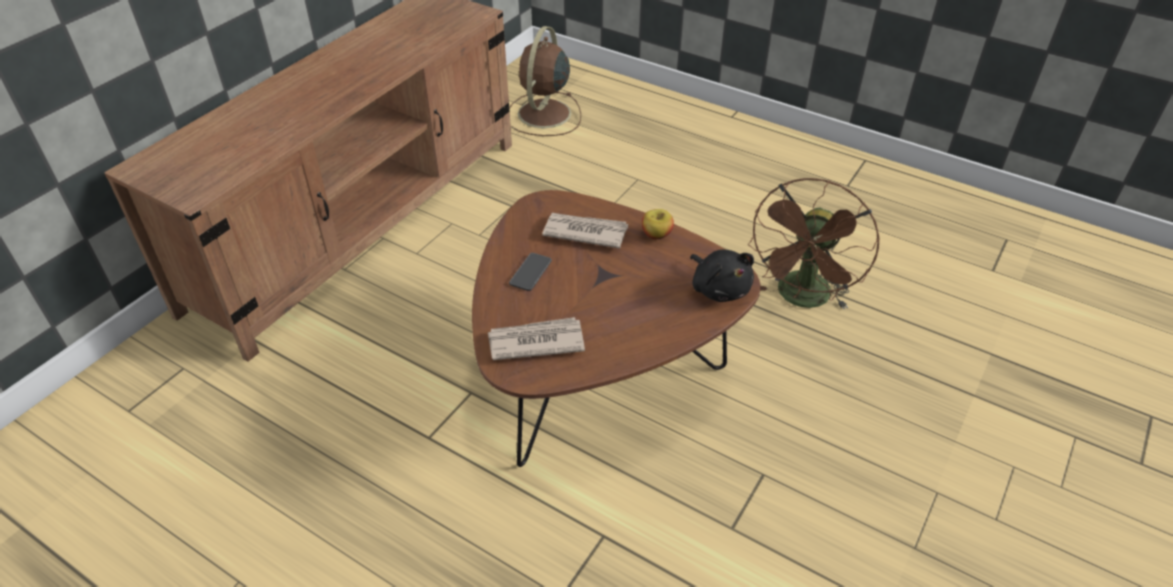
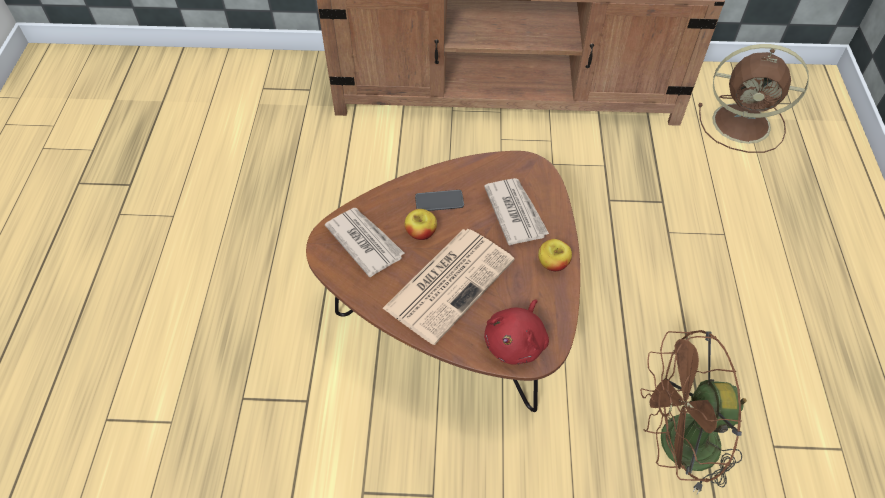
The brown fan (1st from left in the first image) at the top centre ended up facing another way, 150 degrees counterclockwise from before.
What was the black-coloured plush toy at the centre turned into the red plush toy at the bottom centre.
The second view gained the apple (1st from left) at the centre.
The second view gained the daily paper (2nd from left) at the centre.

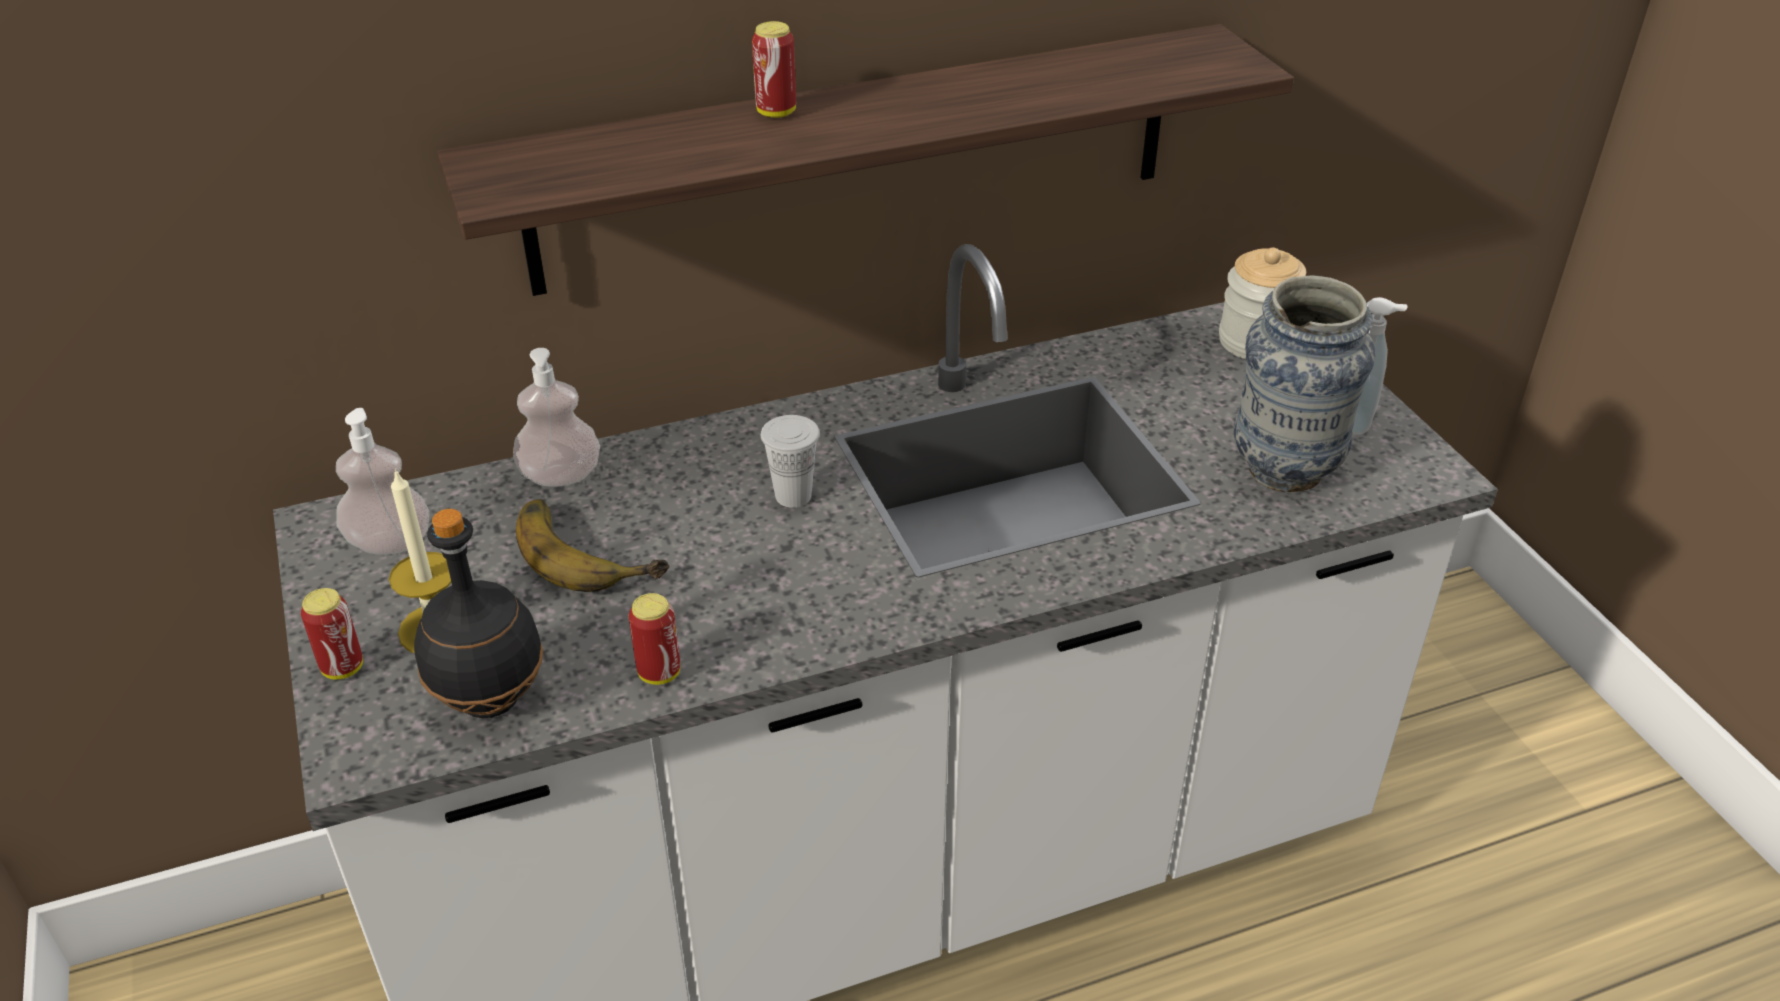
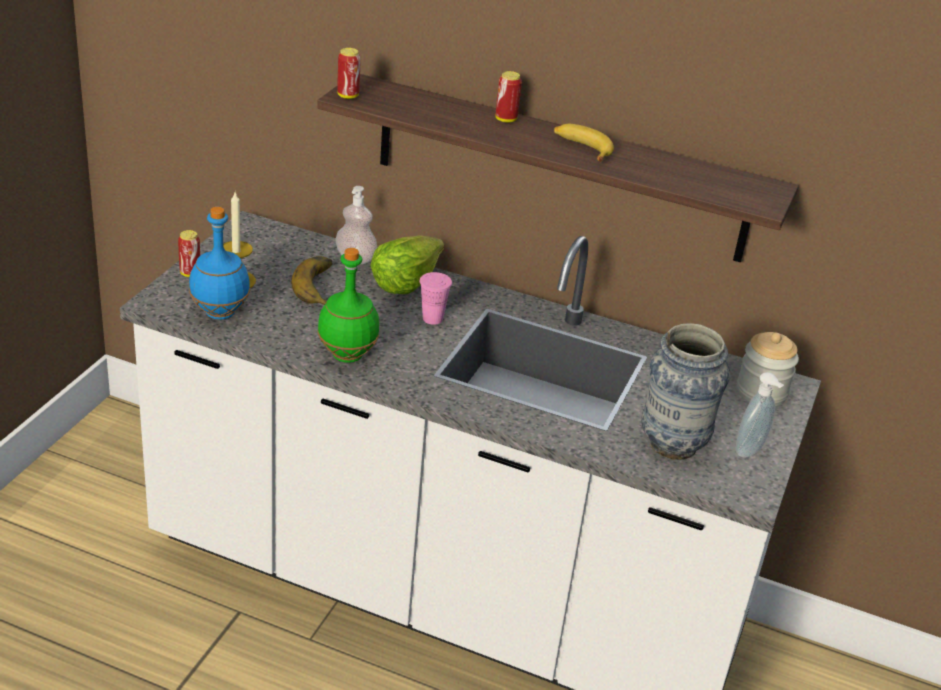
The second view lost the soap bottle (1st from left) at the middle left.
What was the white-coloured drinking cup at the centre turned into the pink drinking cup at the centre.
What was the black-coloured drink bottle at the middle left turned into the blue drink bottle at the middle left.
The sealed can (2nd from left) ended up elsewhere, having gone from the centre to the top centre.
The second view gained the banana (2nd from left) at the top centre.
The second view gained the lettuce at the centre.
The second view gained the greenish drink bottle at the centre.

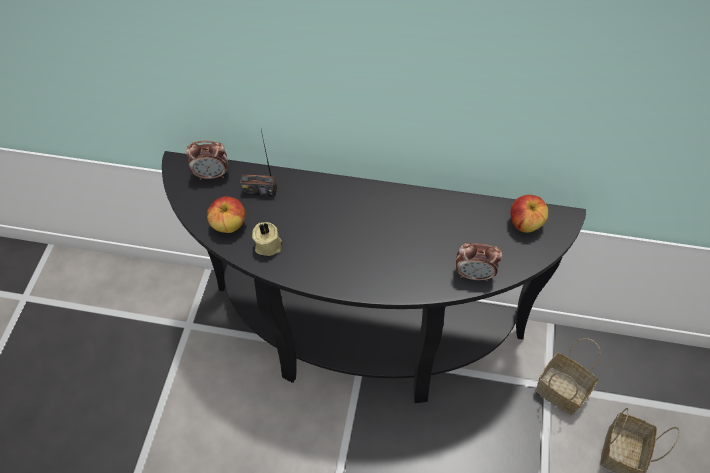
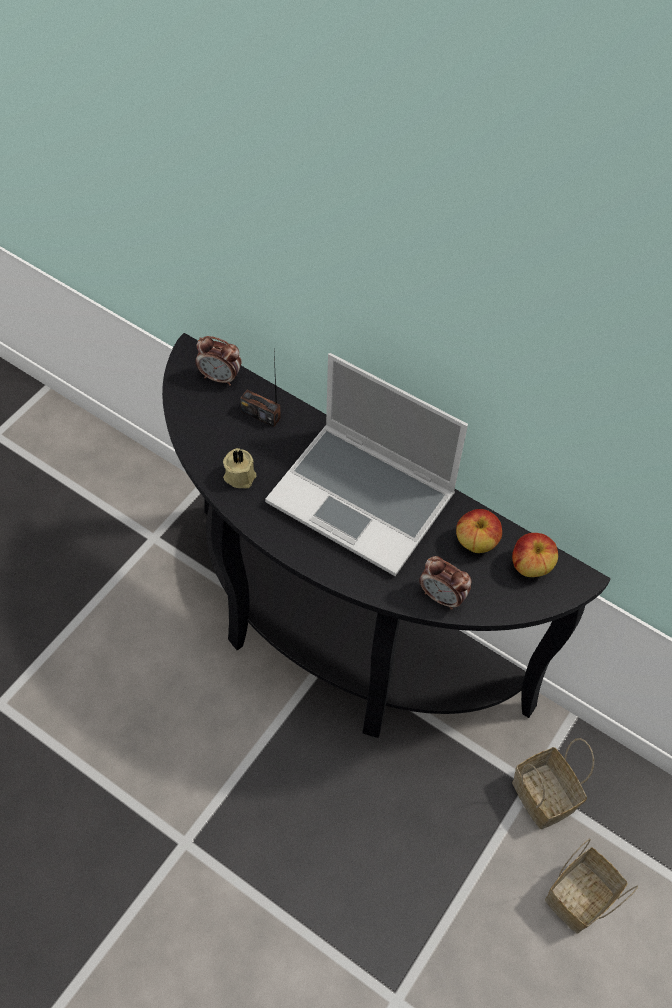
The apple (1st from left) ended up elsewhere, having gone from the middle left to the middle right.
The second view gained the notebook computer at the centre.

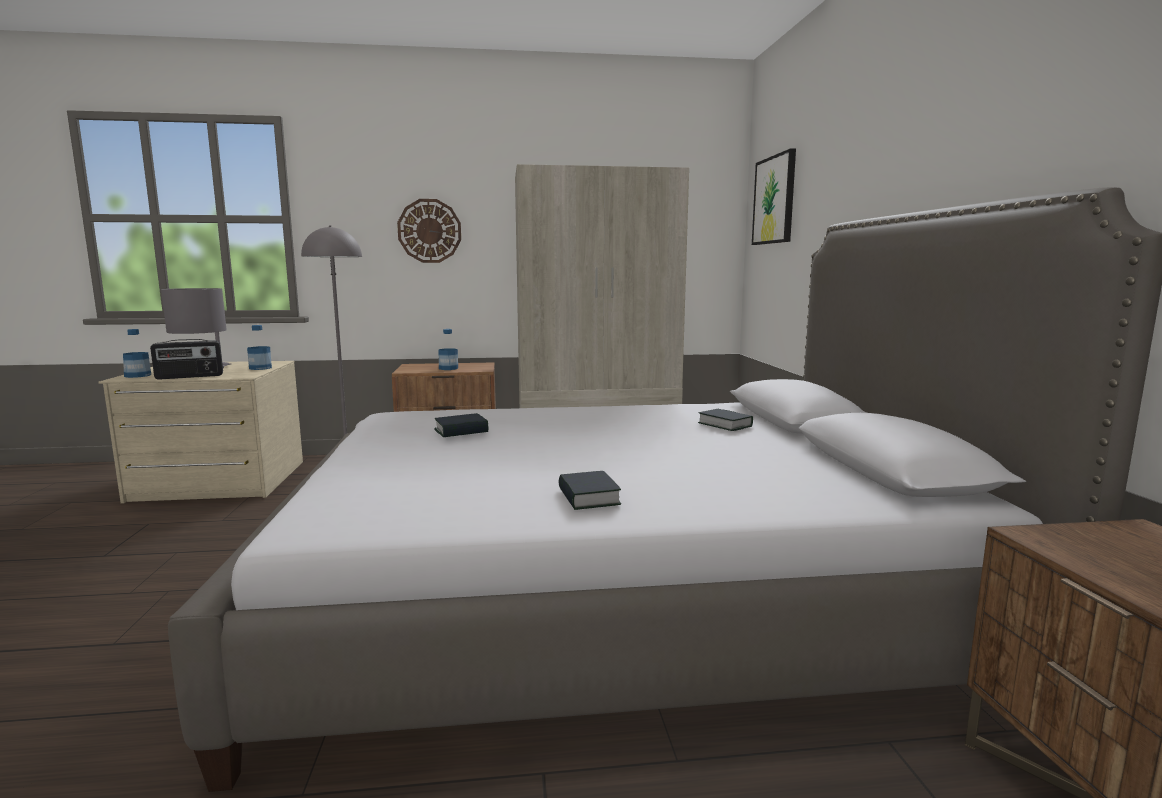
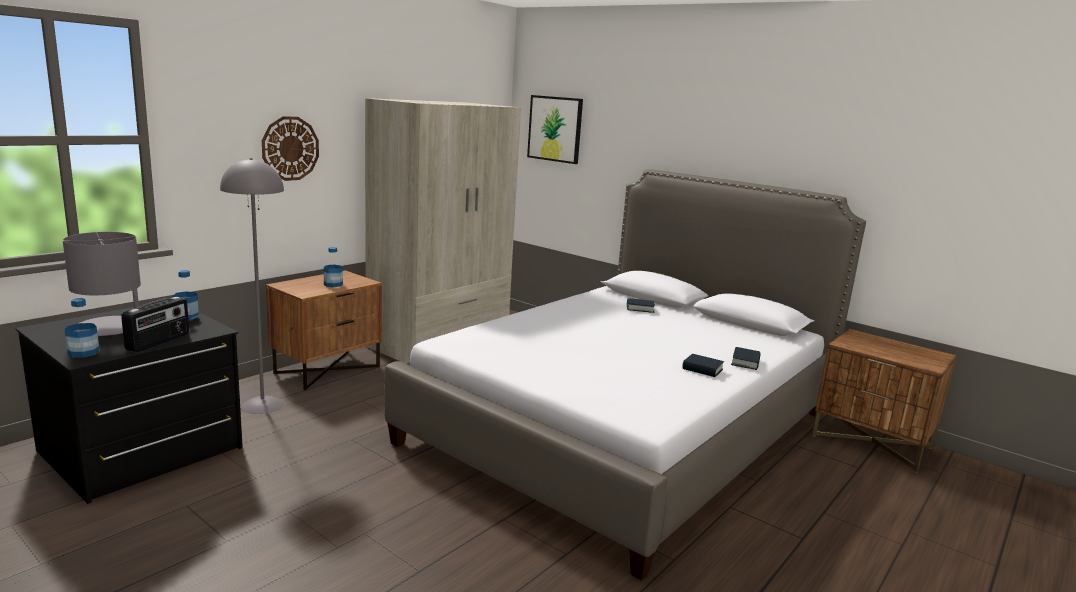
What was the sand-coloured dresser at the middle left turned into the black-coloured dresser at the bottom left.
The book (1st from left in the first image) ended up elsewhere, having gone from the centre to the middle right.

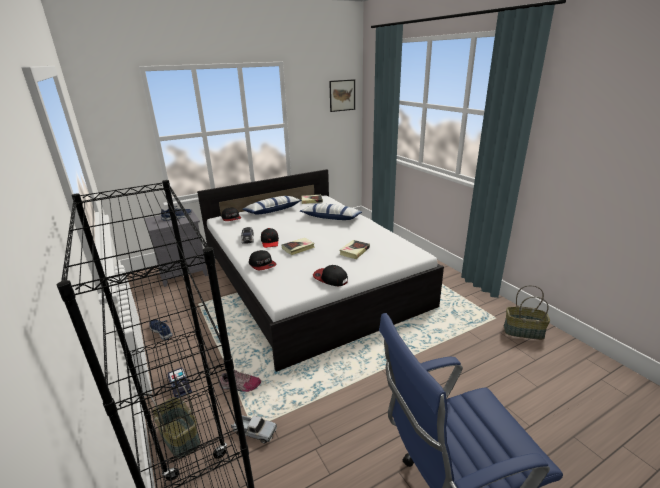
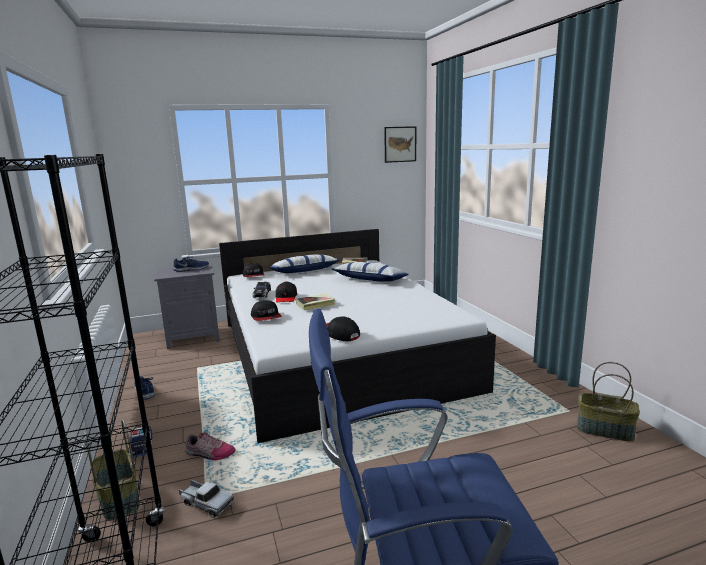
The second view lost the book (3rd from left) at the centre.

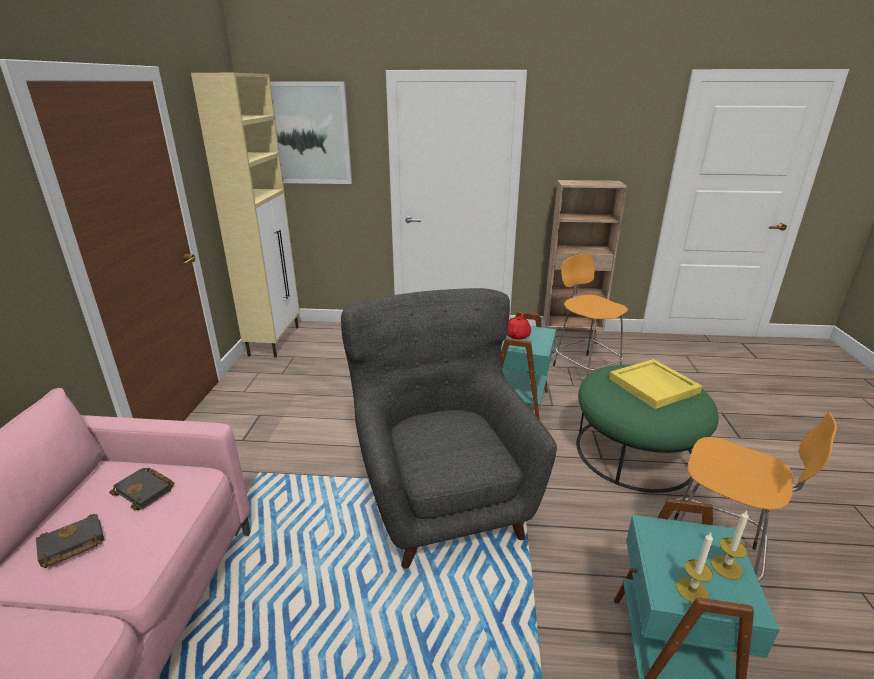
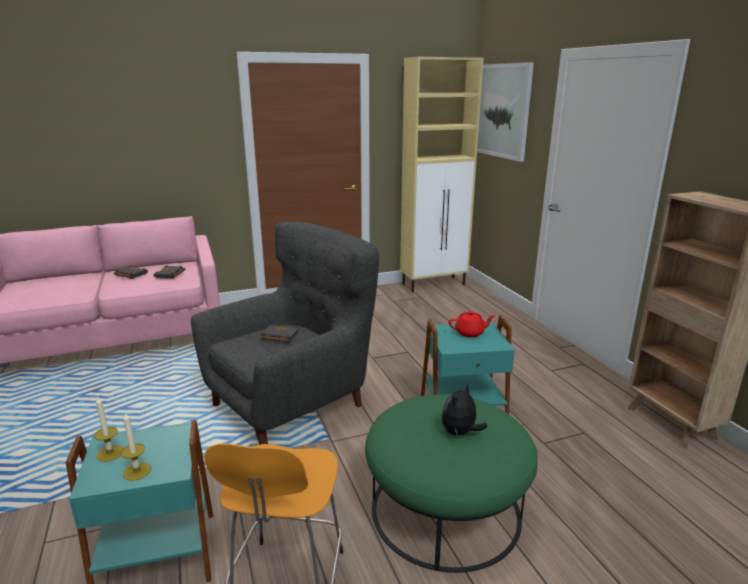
The second view lost the orangey sitting stool (1st from left) at the middle right.
Where the yellow-coloured tray stood at the middle right, the plush toy came to stand at the bottom centre.
The second view gained the black-coloured book (3rd from left) at the centre.

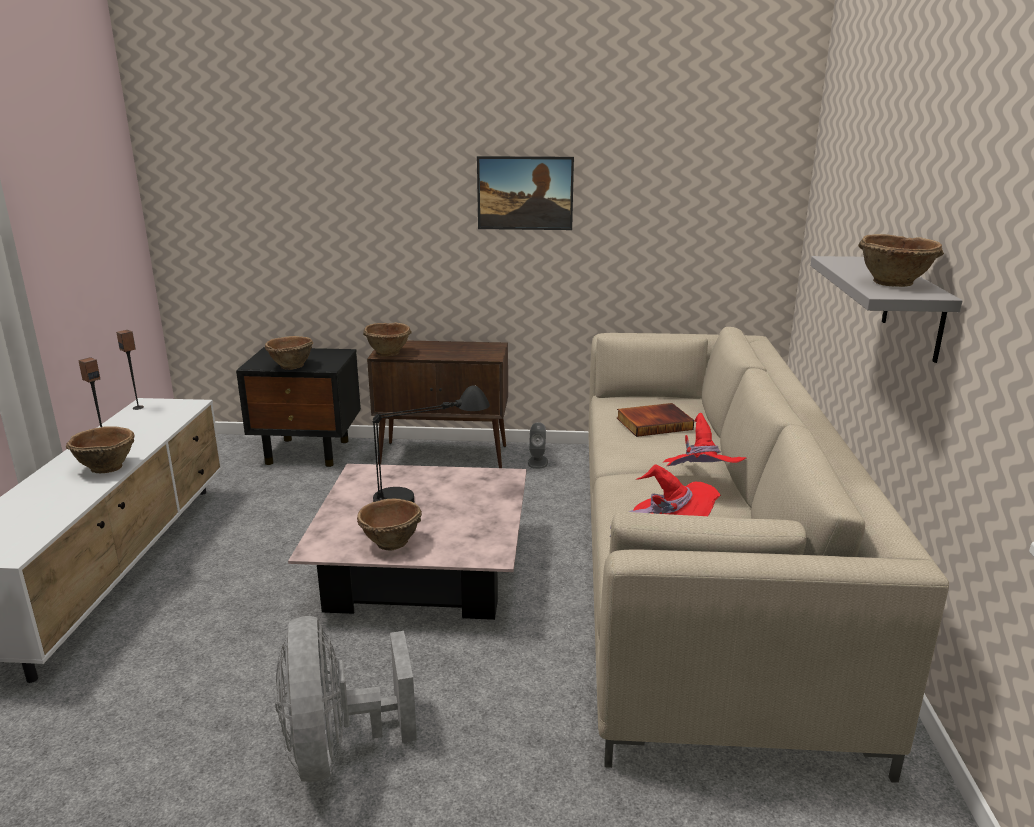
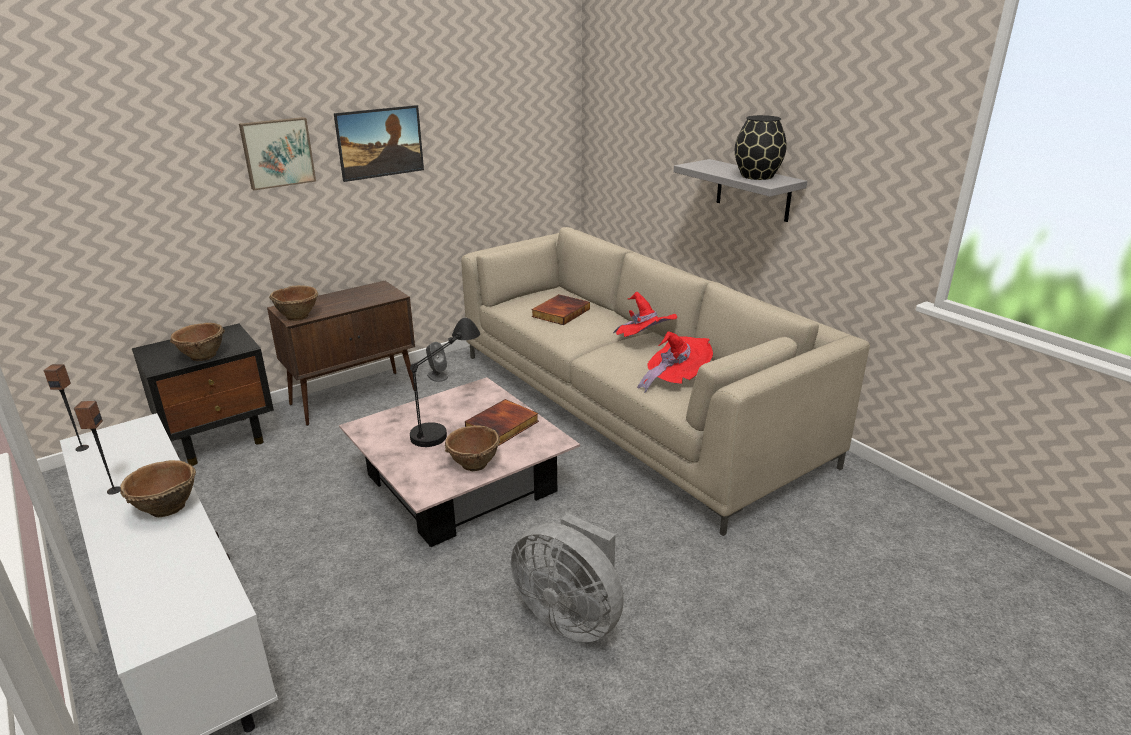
Where the brown deep dish (5th from left) stood at the top right, the black-coloured flower vase came to stand at the top right.
The second view gained the wall picture (1st from left) at the top left.
The second view gained the book (1st from left) at the centre.

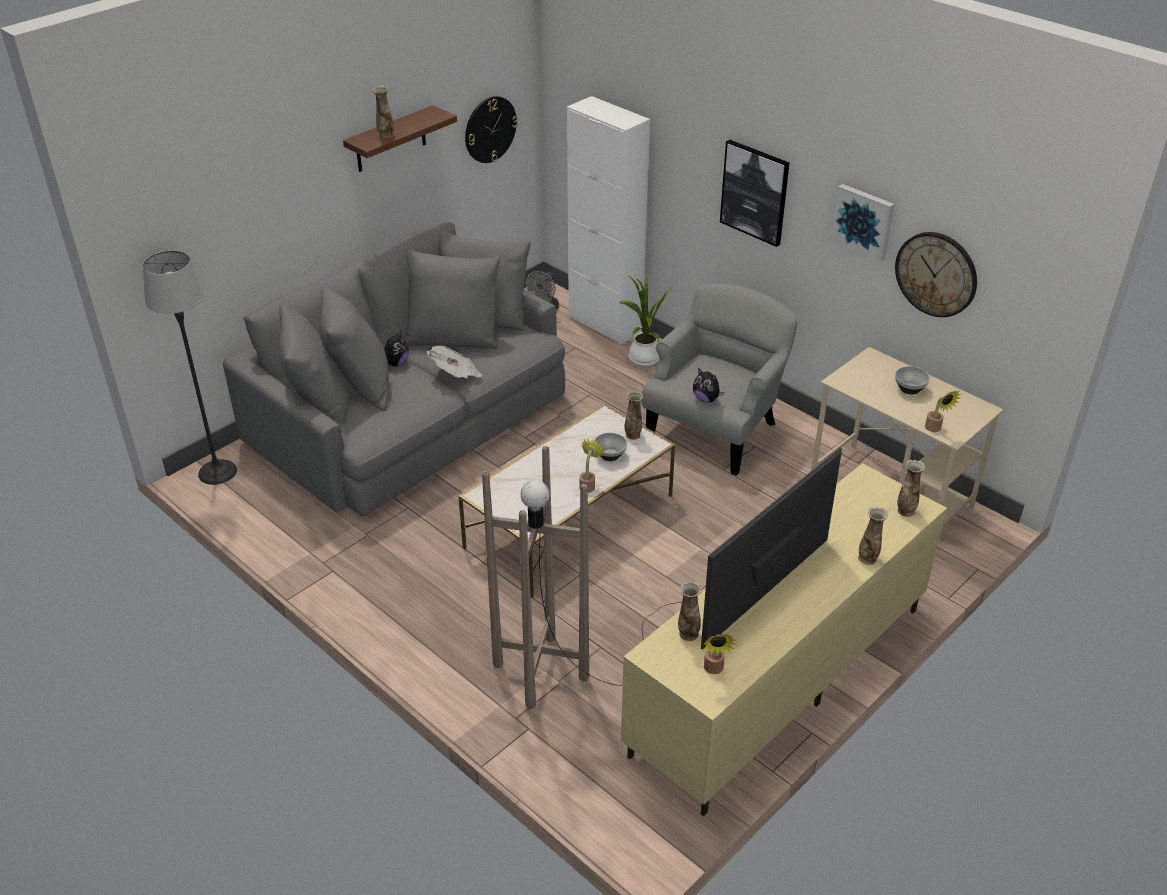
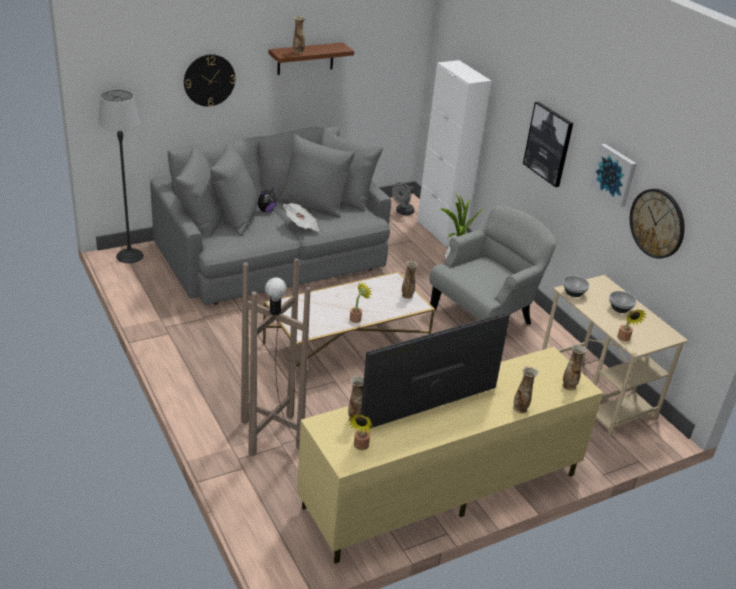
The wall clock (1st from left) ended up elsewhere, having gone from the top centre to the top left.
The second view lost the plush toy (2nd from left) at the centre.
The deep dish (1st from left) ended up elsewhere, having gone from the centre to the middle right.

